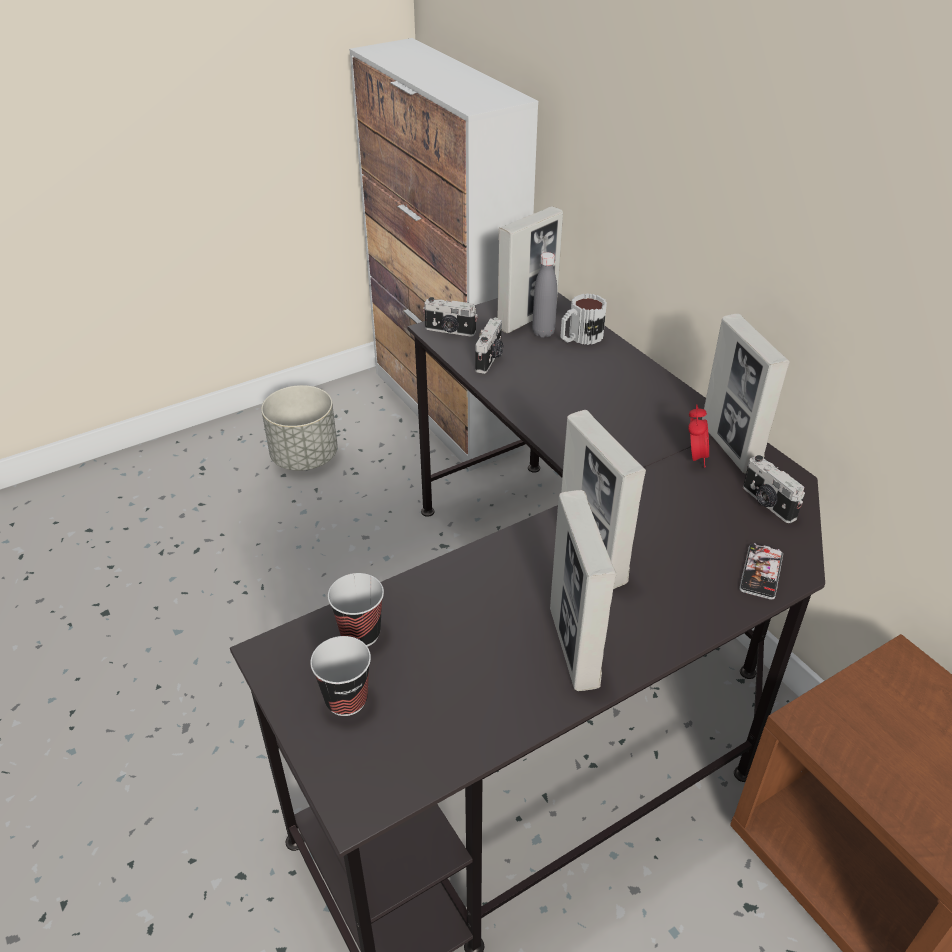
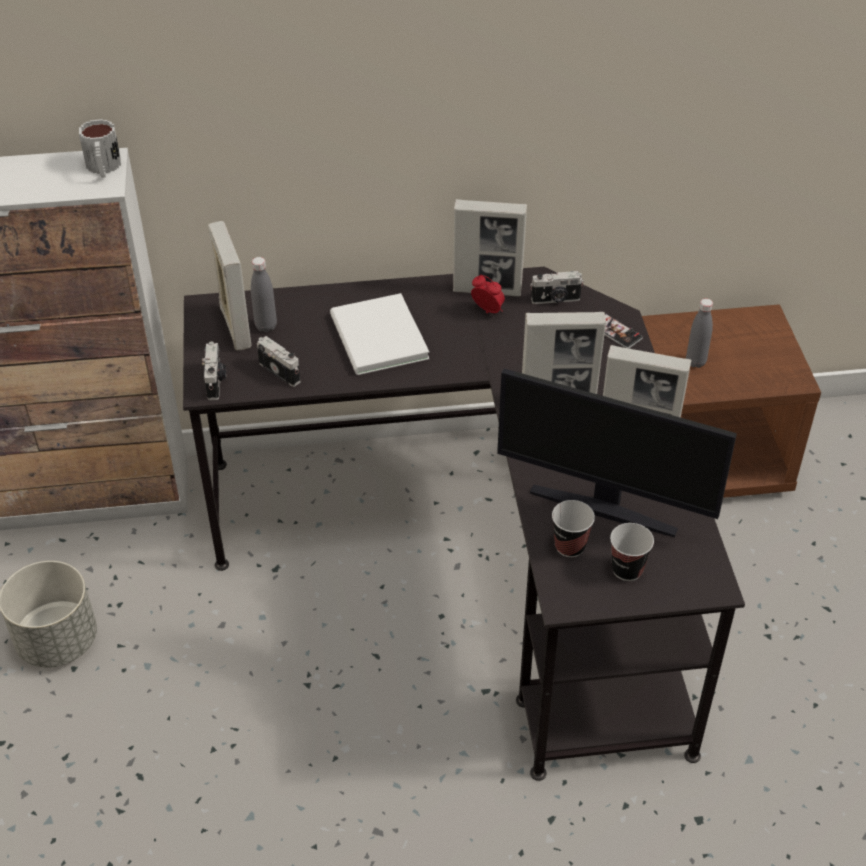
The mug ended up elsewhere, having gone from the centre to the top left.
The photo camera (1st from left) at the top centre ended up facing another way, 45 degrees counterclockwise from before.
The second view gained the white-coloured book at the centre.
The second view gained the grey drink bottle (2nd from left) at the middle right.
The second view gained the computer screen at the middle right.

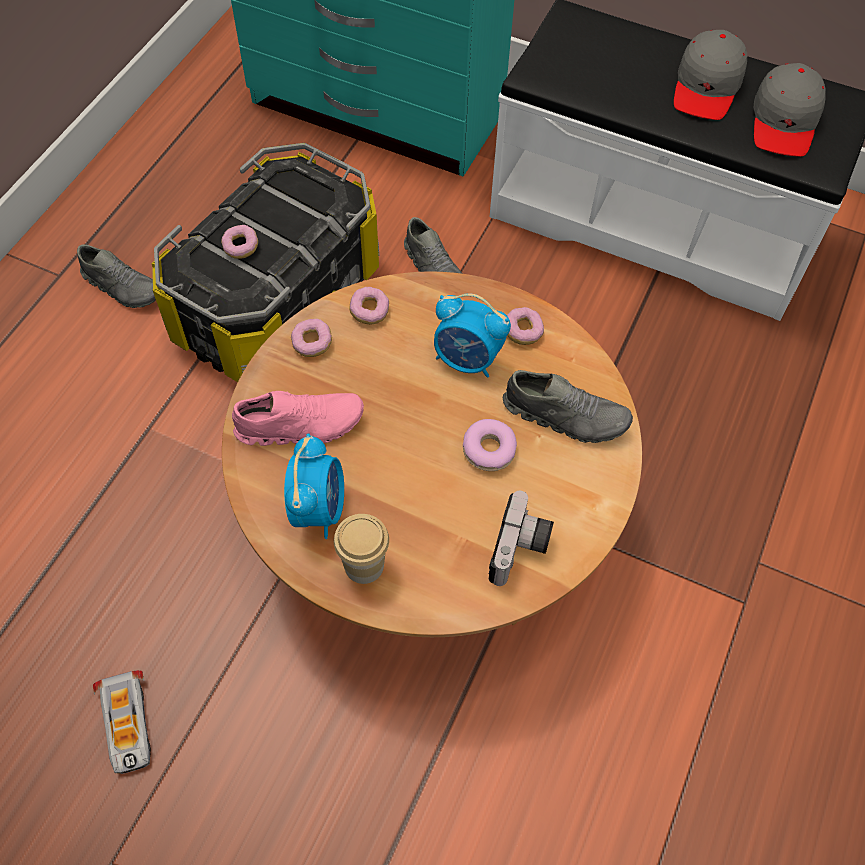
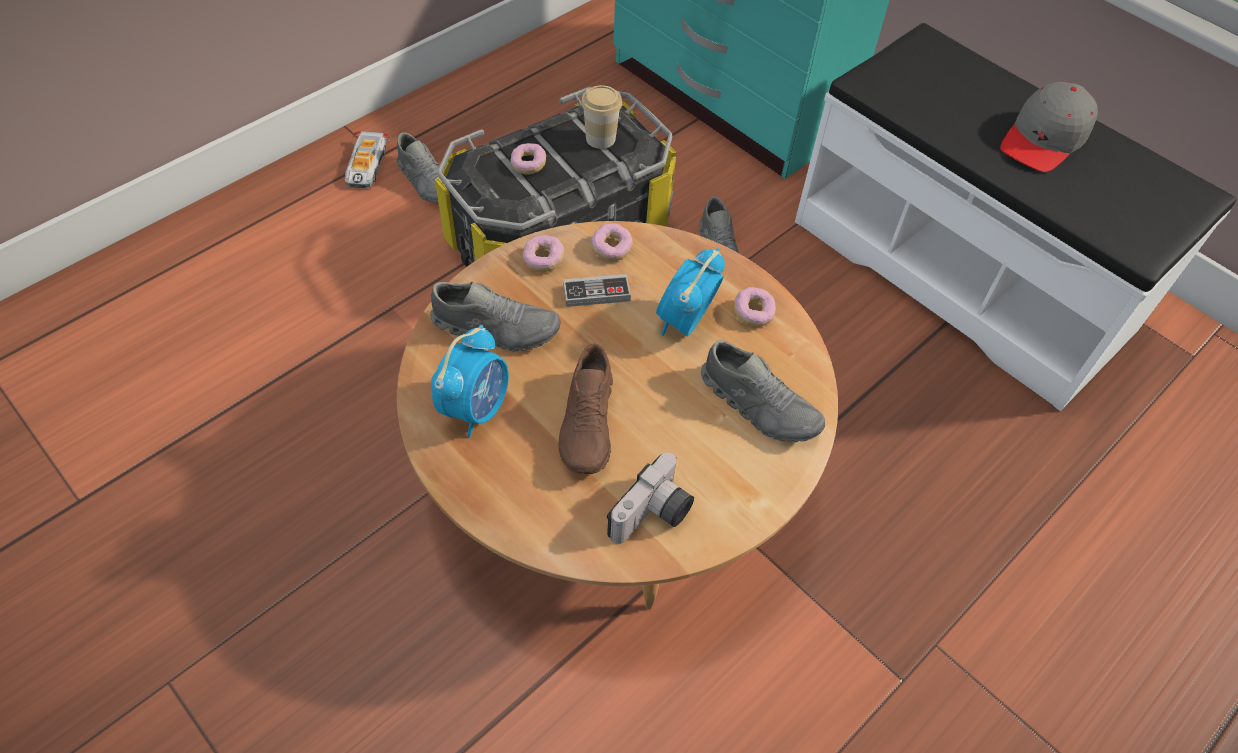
The second view lost the grey cap (2nd from left) at the top right.
The alarm clock (2nd from left) at the centre ended up facing another way, 75 degrees clockwise from before.
What was the pink shoe at the centre turned into the grey shoe (2nd from left) at the centre.
The second view lost the donut (4th from left) at the centre.
The drinking cup ended up elsewhere, having gone from the centre to the top centre.
The model car ended up elsewhere, having gone from the bottom left to the top left.
The second view gained the joypad at the centre.
The second view gained the brown shoe at the centre.

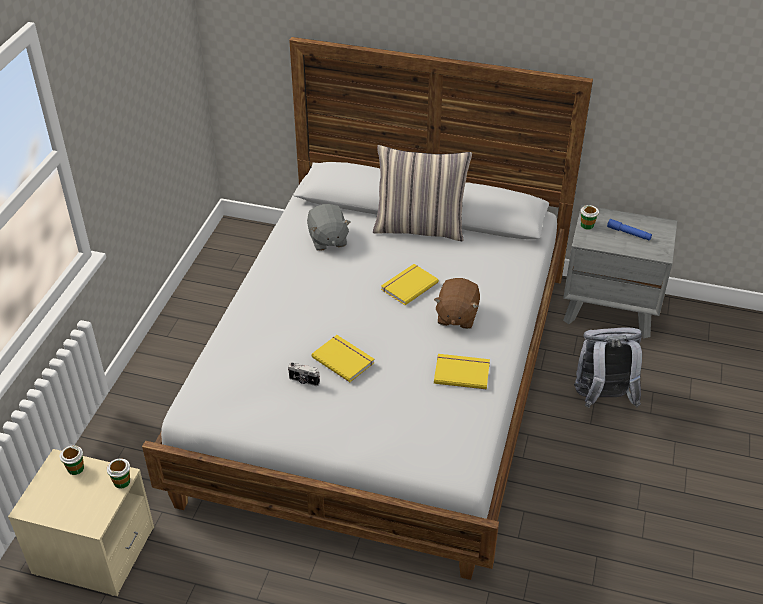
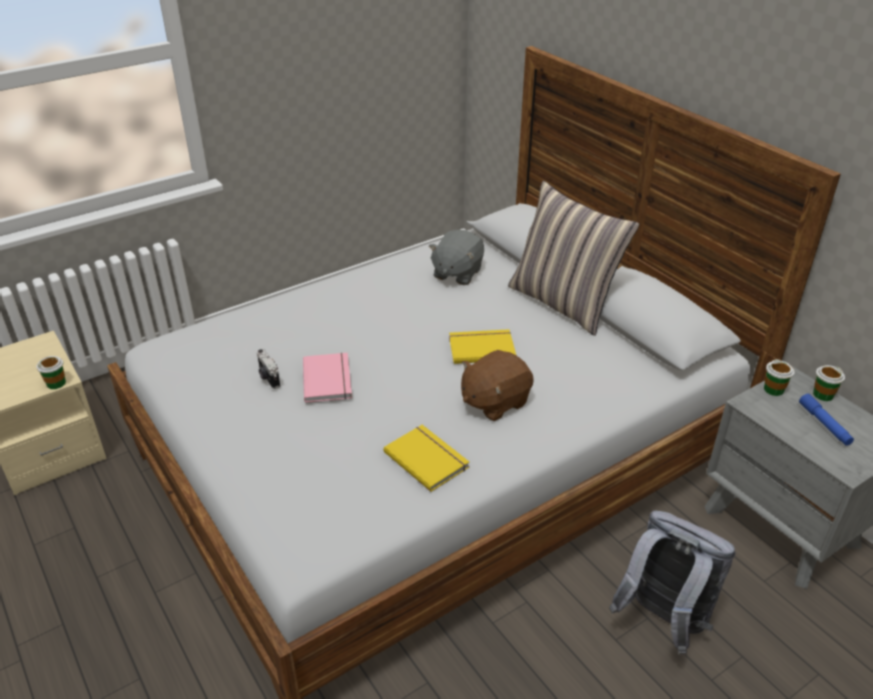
What was the yellow-coloured book (1st from left) at the centre turned into the pink book at the centre.
The drinking cup (1st from left in the first image) ended up elsewhere, having gone from the bottom left to the middle right.

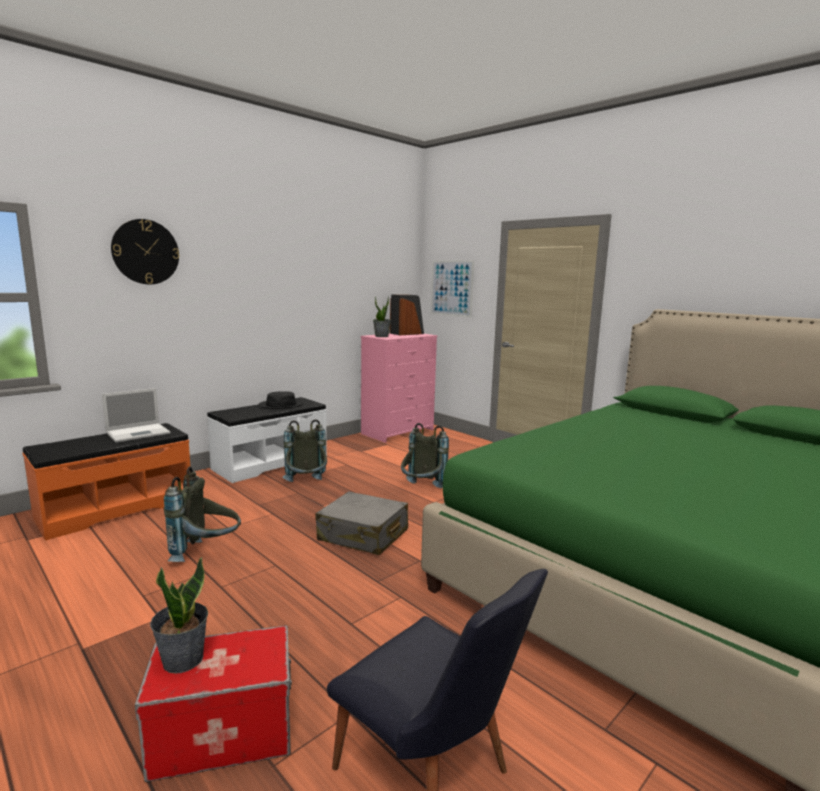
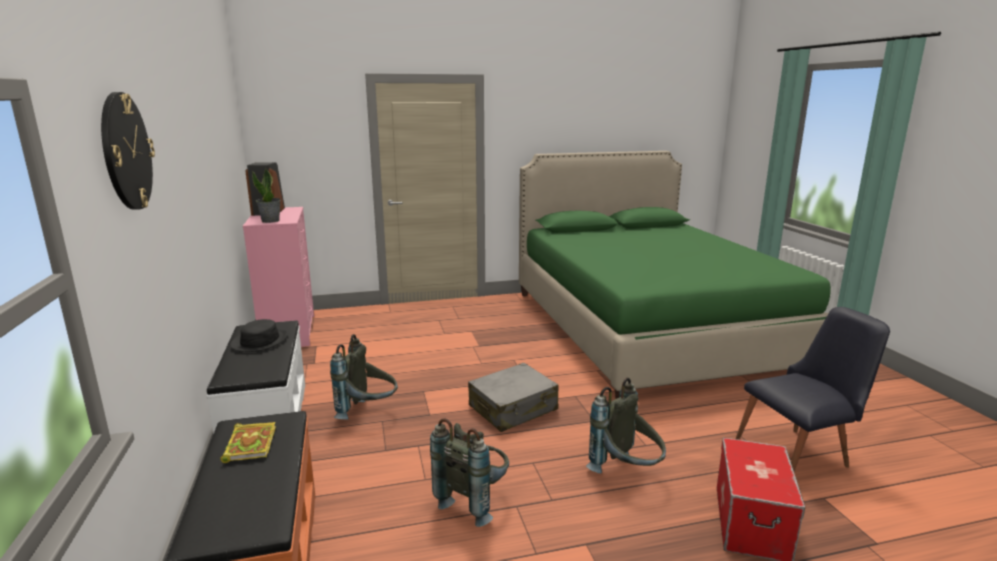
The second view lost the wall picture at the centre.
Where the notebook computer stood at the middle left, the book came to stand at the bottom left.
The grey knapsack (3rd from left) ended up elsewhere, having gone from the centre to the bottom centre.
The second view lost the plant in a pot (1st from left) at the bottom left.

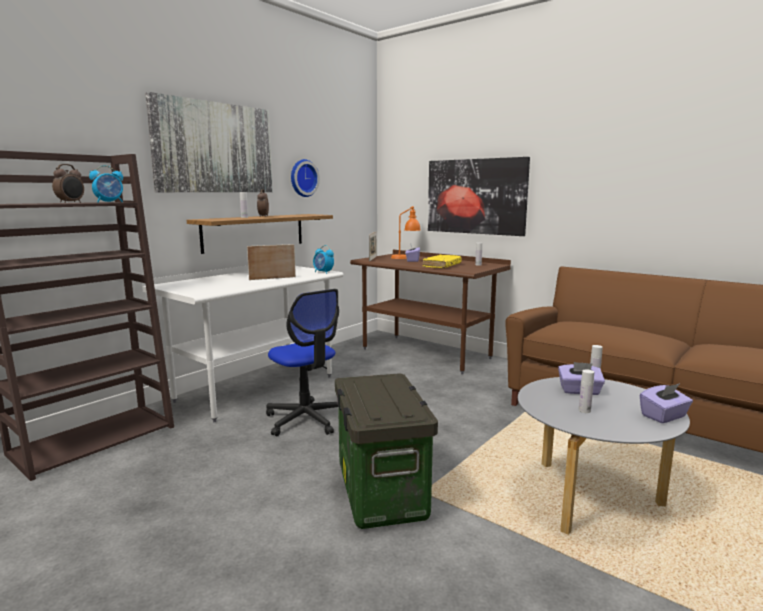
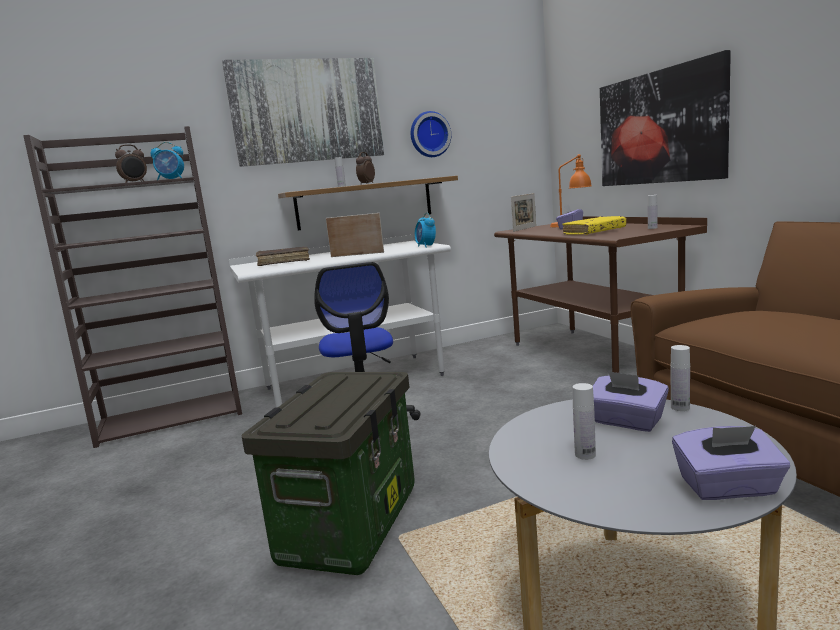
The second view gained the brown book at the centre.

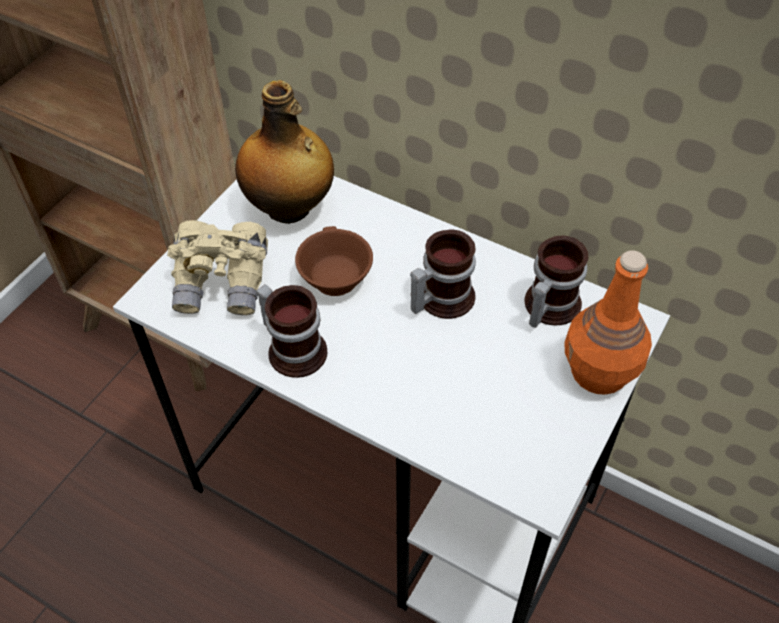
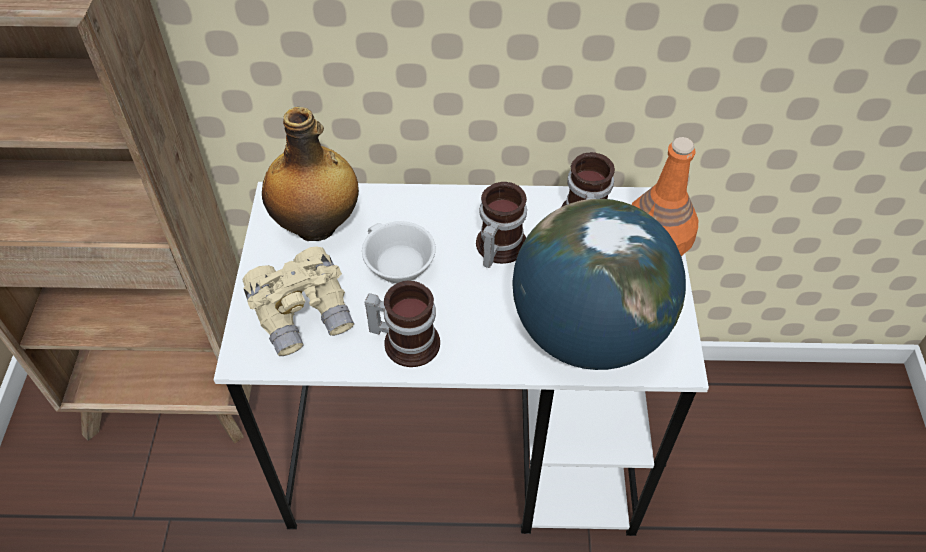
What was the brown drinking cup at the centre turned into the white-coloured drinking cup at the centre.
The second view gained the globe at the centre.

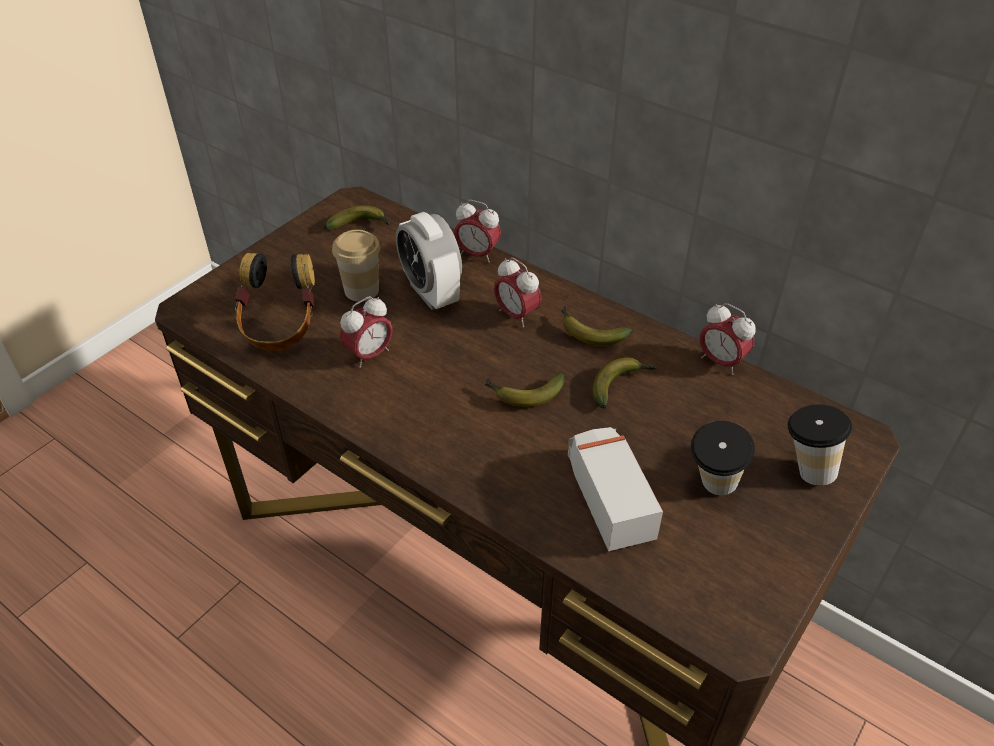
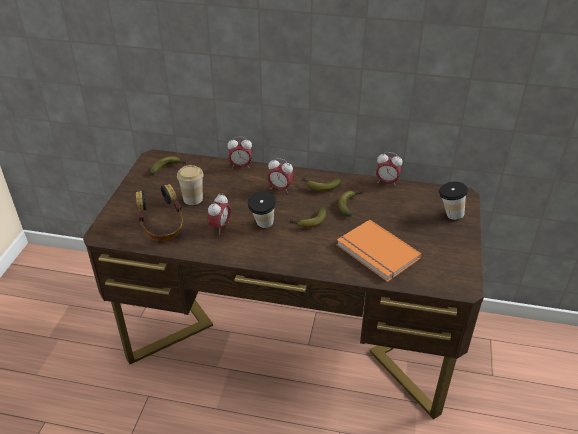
The second view lost the alarm clock (2nd from left) at the centre.
The drinking cup (2nd from left) ended up elsewhere, having gone from the middle right to the centre.
Where the model truck stood at the centre, the orangey book came to stand at the centre.

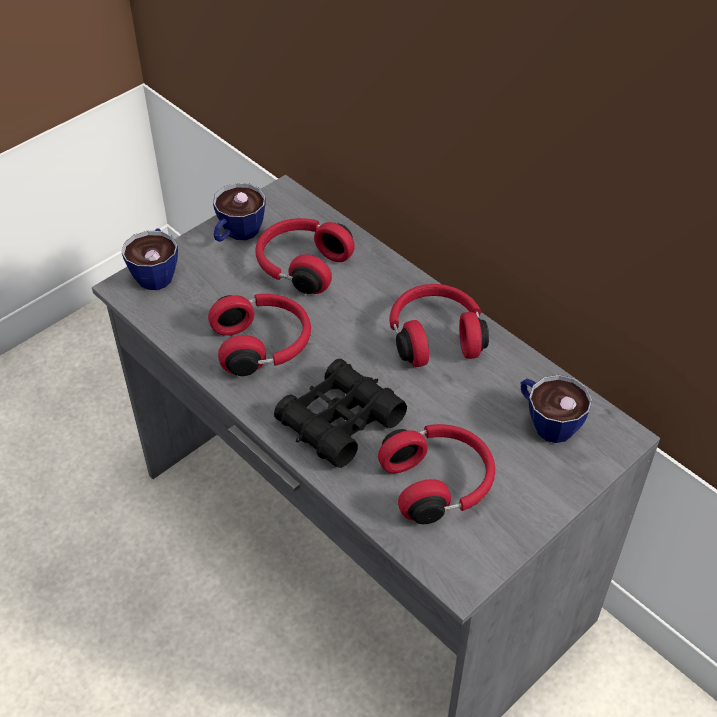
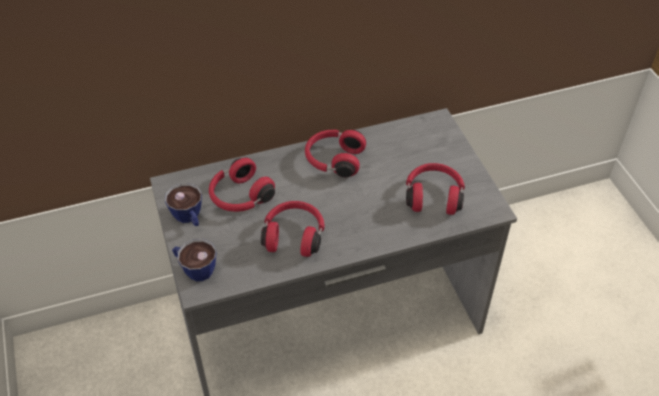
The second view lost the black-coloured field glasses at the centre.
The second view lost the drinking cup (3rd from left) at the middle right.

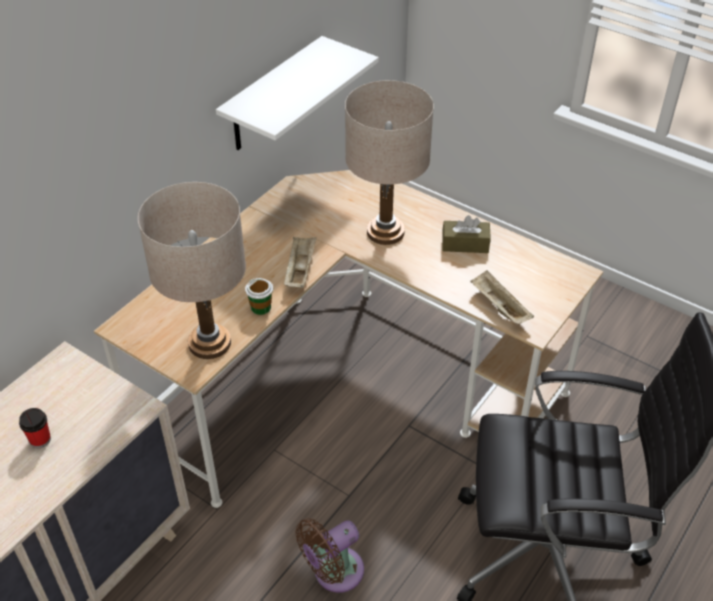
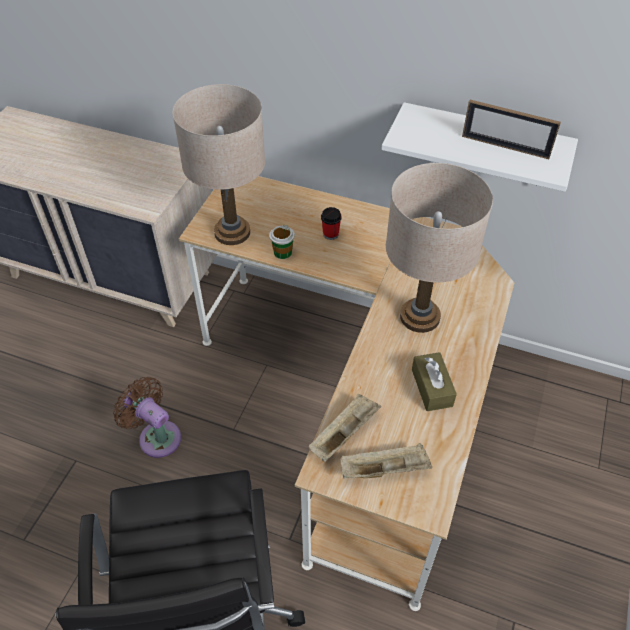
The sand-coloured tray (1st from left in the first image) ended up elsewhere, having gone from the centre to the bottom centre.
The drinking cup (1st from left in the first image) ended up elsewhere, having gone from the bottom left to the centre.
The second view gained the picture frame at the top right.

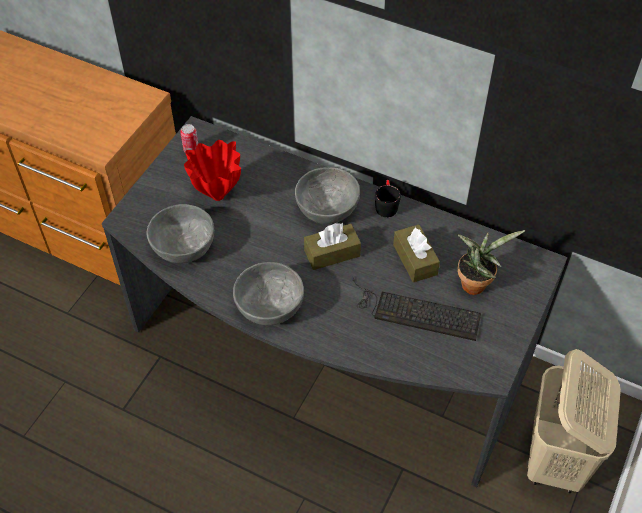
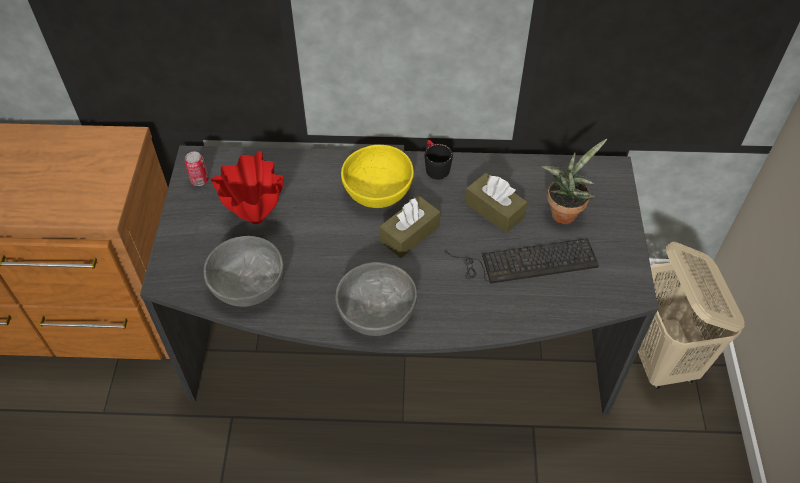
What was the grey deep dish (3rd from left) at the centre turned into the yellow-coloured deep dish at the centre.

